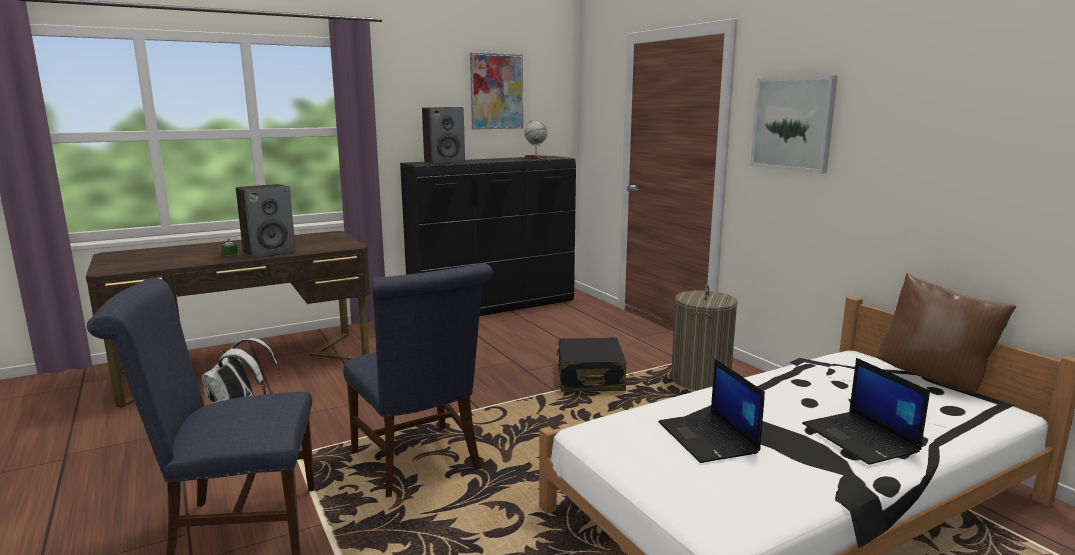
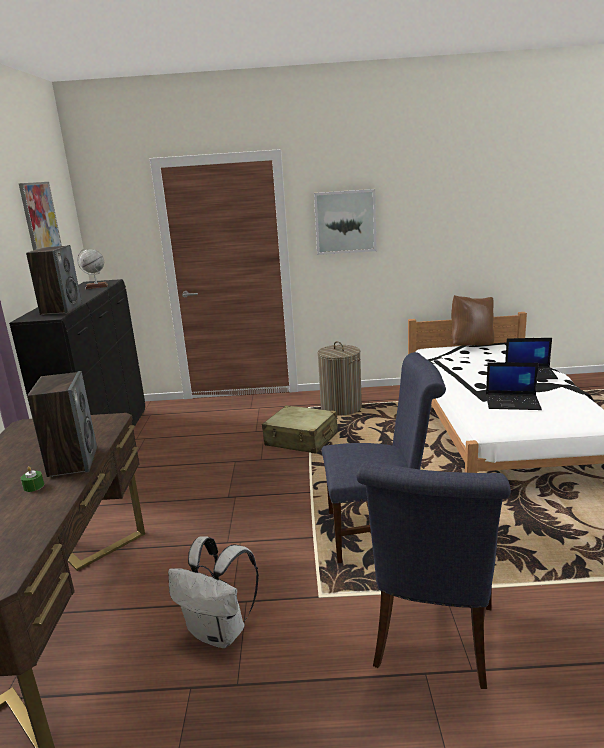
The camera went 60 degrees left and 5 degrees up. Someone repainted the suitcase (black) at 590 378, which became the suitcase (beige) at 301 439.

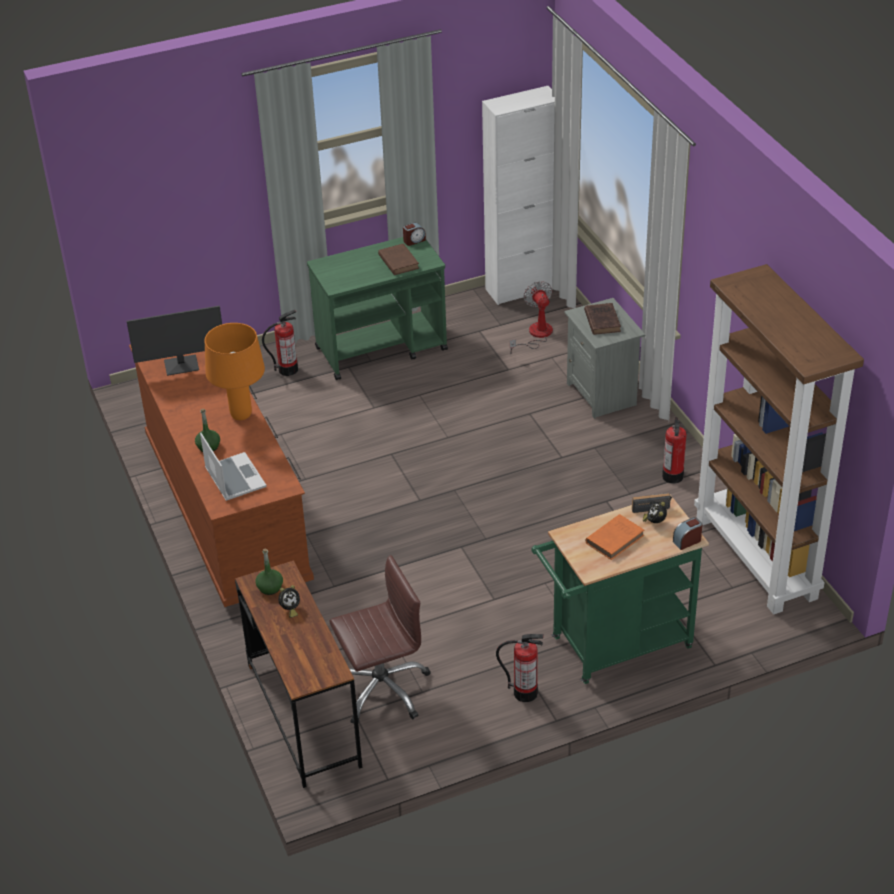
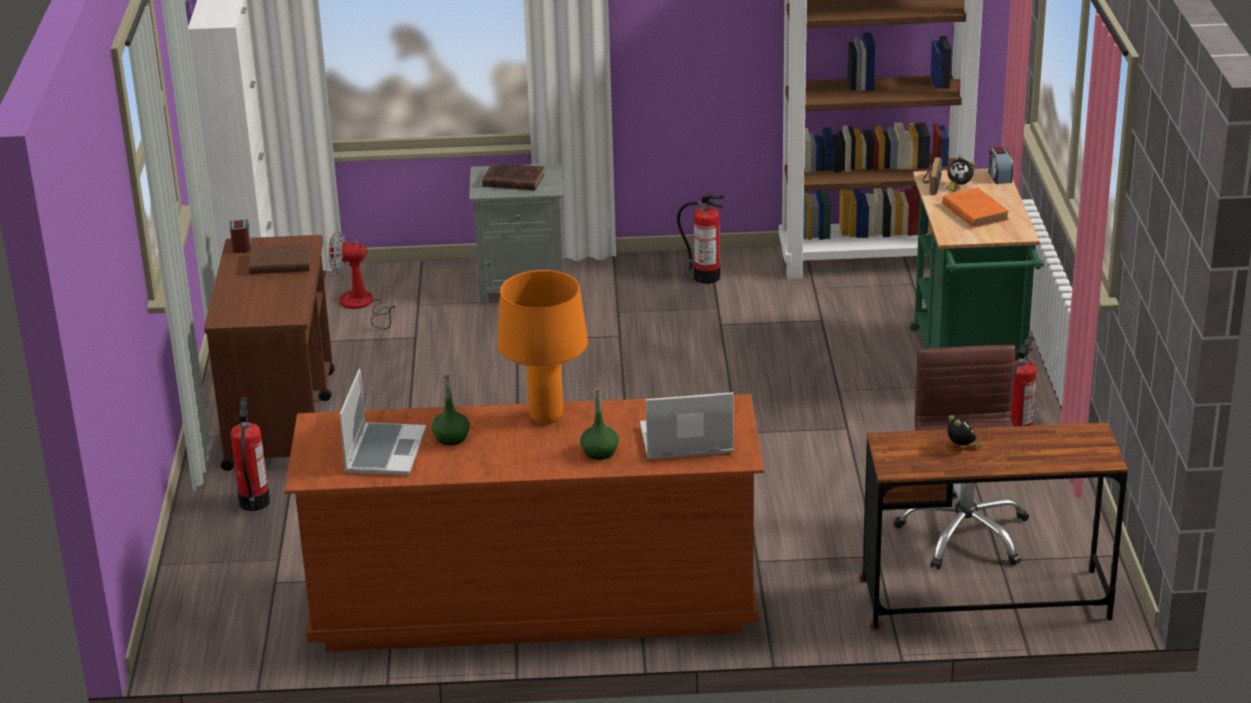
The camera went 70 degrees left and 10 degrees down. Someone repainted the cart (green) at 382 349, which became the cart (brown) at 281 418. Someone swapped the monitor at 181 366 for the laptop at 384 451. Someone carried the bottle (green) from 270 587 to 451 438.

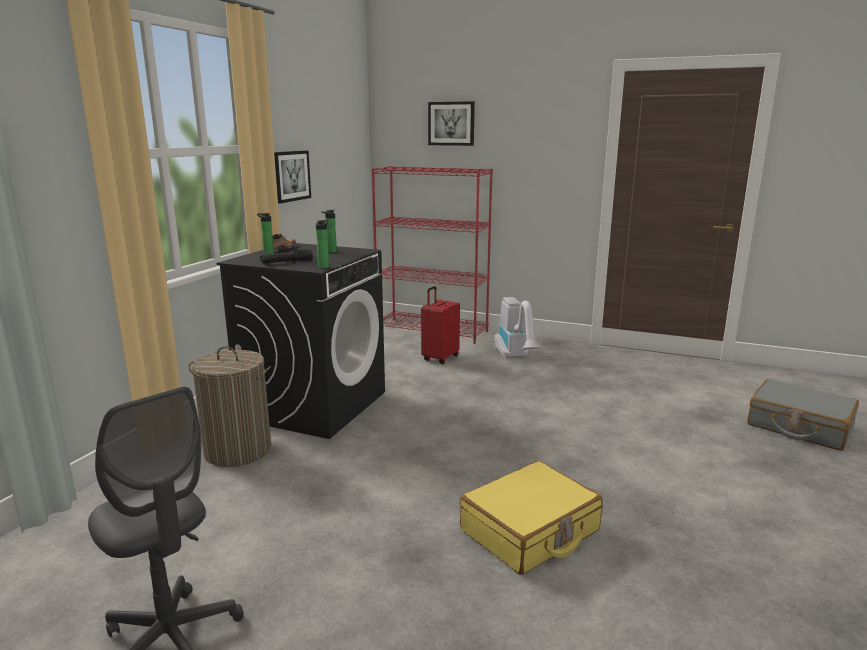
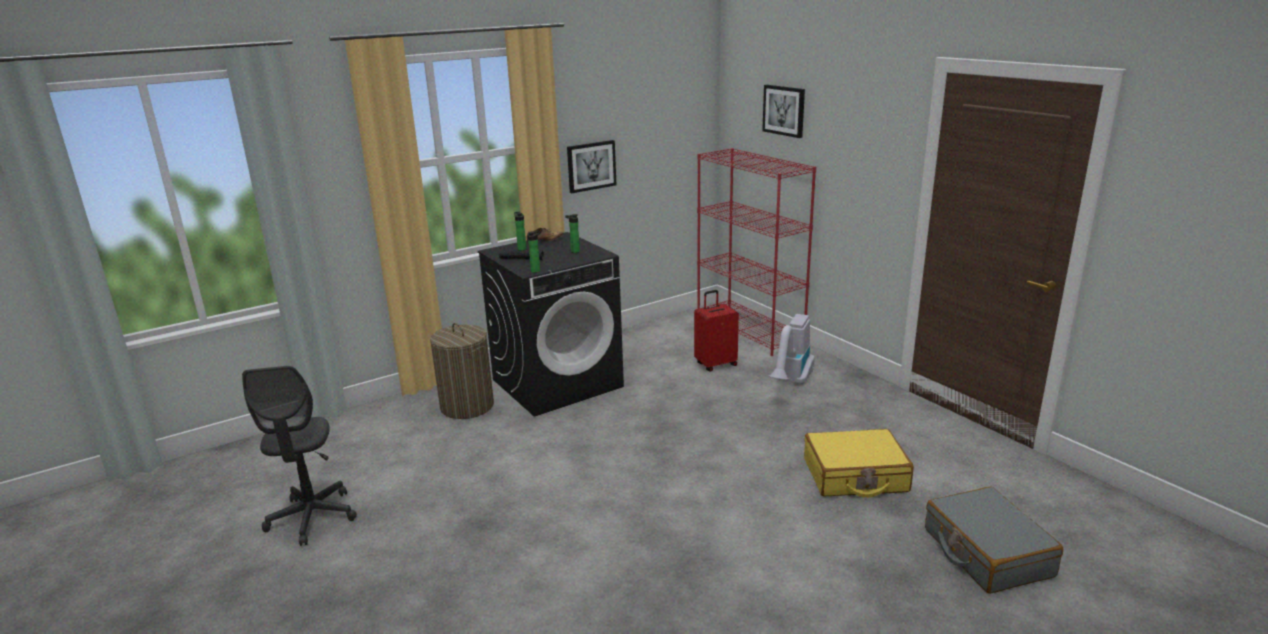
The camera went 35 degrees right and 5 degrees up. Someone carried the suitcase (yellow) from 530 531 to 855 476.

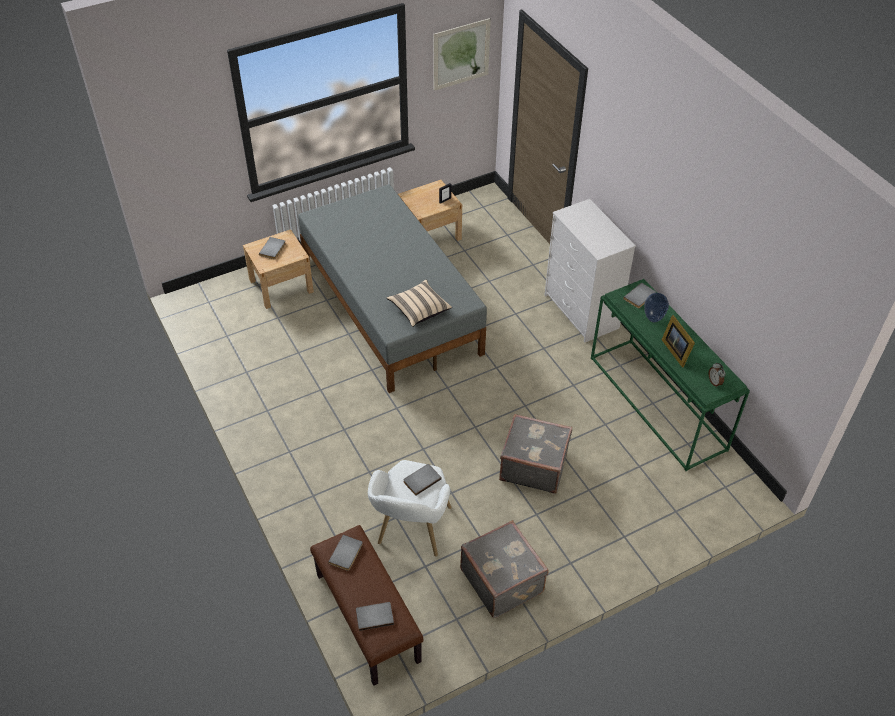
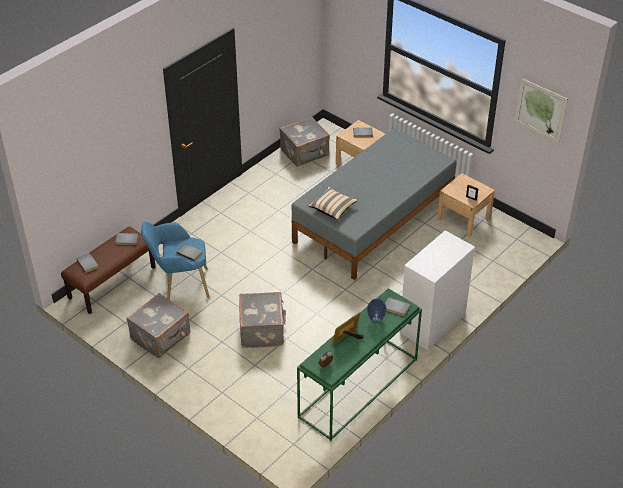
The camera went 70 degrees right and 5 degrees down. Someone repainted the armchair (white) at 412 534, which became the armchair (blue) at 179 285. Someone put down the suitcase (grey) at 305 153.

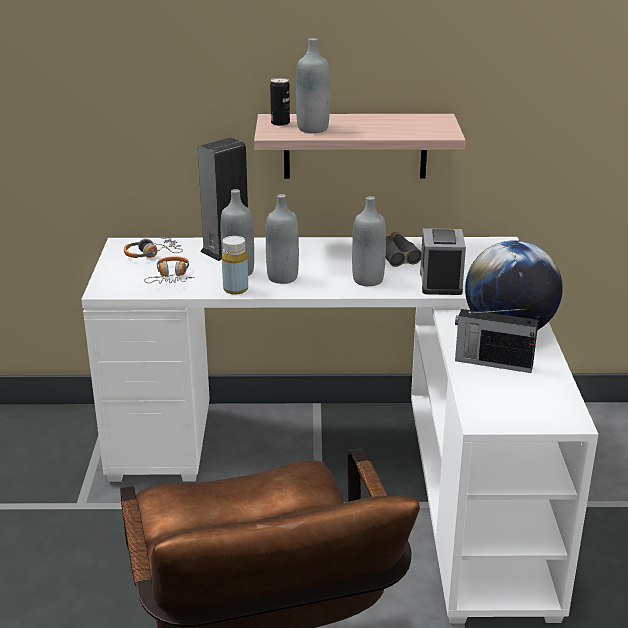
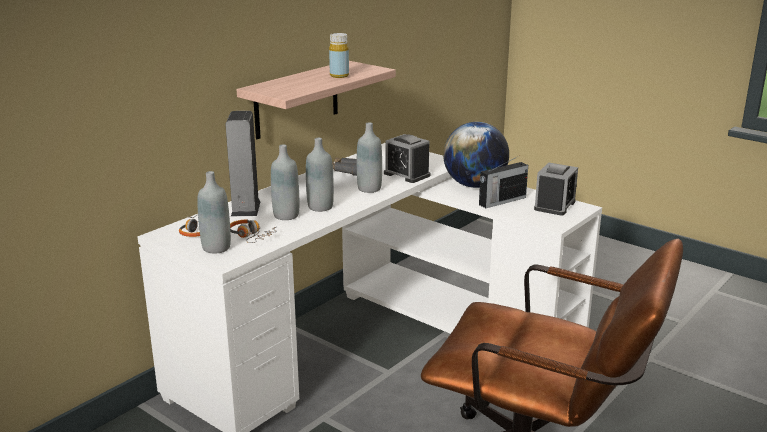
The camera went 50 degrees left and 5 degrees down. Someone carried the bottle (grey) from 312 129 to 216 248. Someone took away the can at 280 123. Someone carried the bottle (yellow) from 235 289 to 339 76. Someone put down the alarm clock at 554 205.

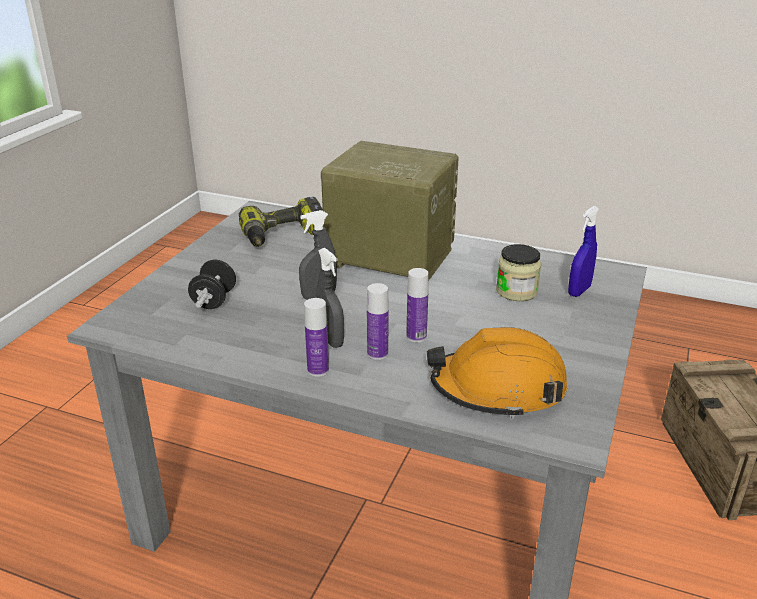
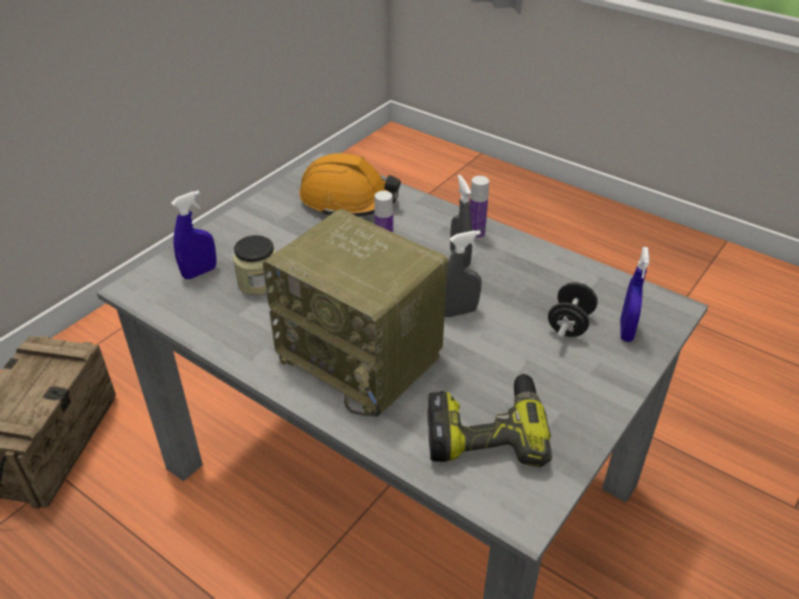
The camera went 165 degrees left and 10 degrees up. Someone took away the bottle at 377 354. Someone put down the spray bottle (blue) at 626 331.

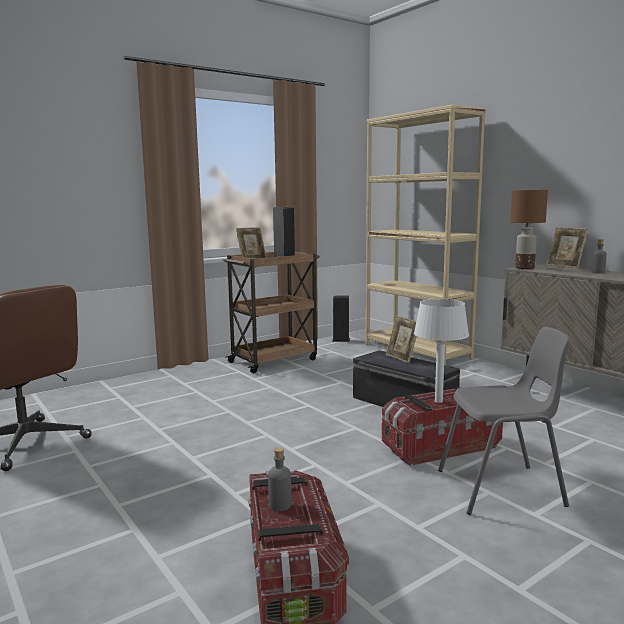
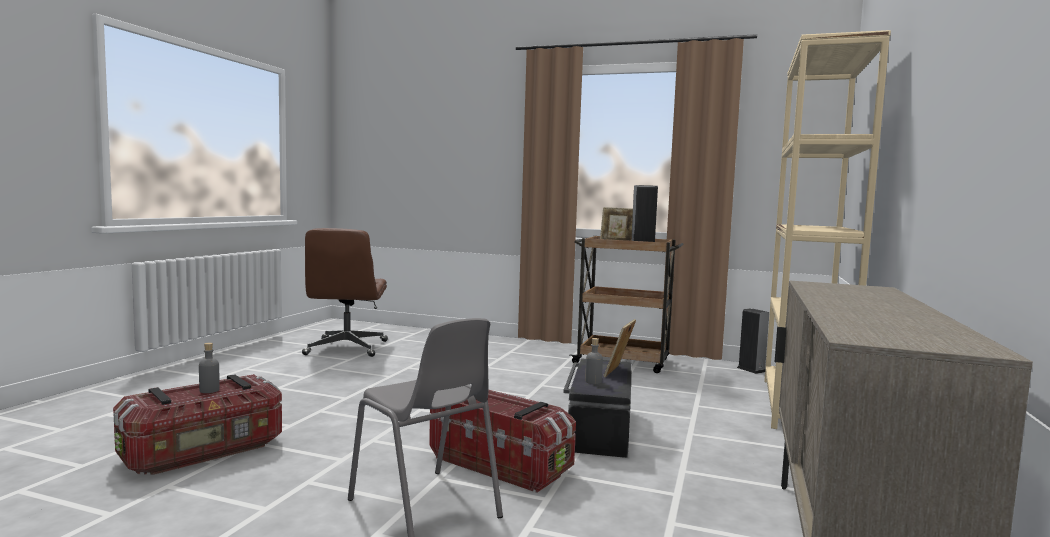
The camera went 55 degrees right and 5 degrees down. Someone took away the table lamp (brown) at 524 268. Someone took away the picture frame at 565 266. Someone carried the bottle (grey) from 598 272 to 593 381. Someone took away the table lamp (white) at 438 401.

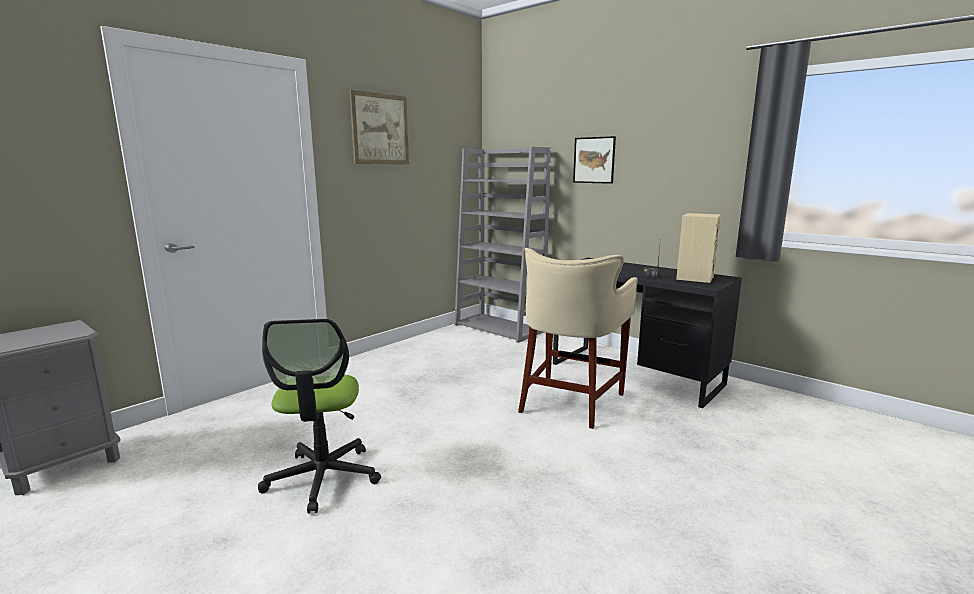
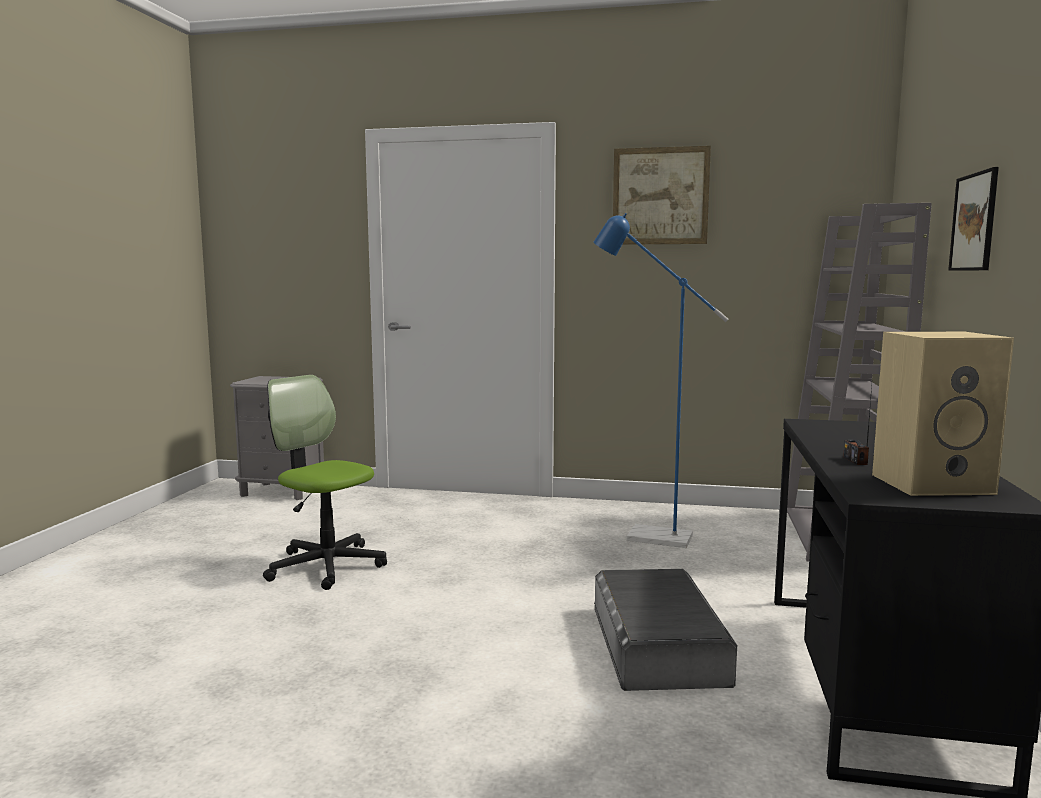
The camera went 60 degrees right and 5 degrees down. Someone swapped the stool (beige) at 571 401 for the storage box (grey) at 657 644. Someone rotated the office chair at 323 478 by 75 degrees clockwise. Someone put down the floor lamp (blue) at 647 536.

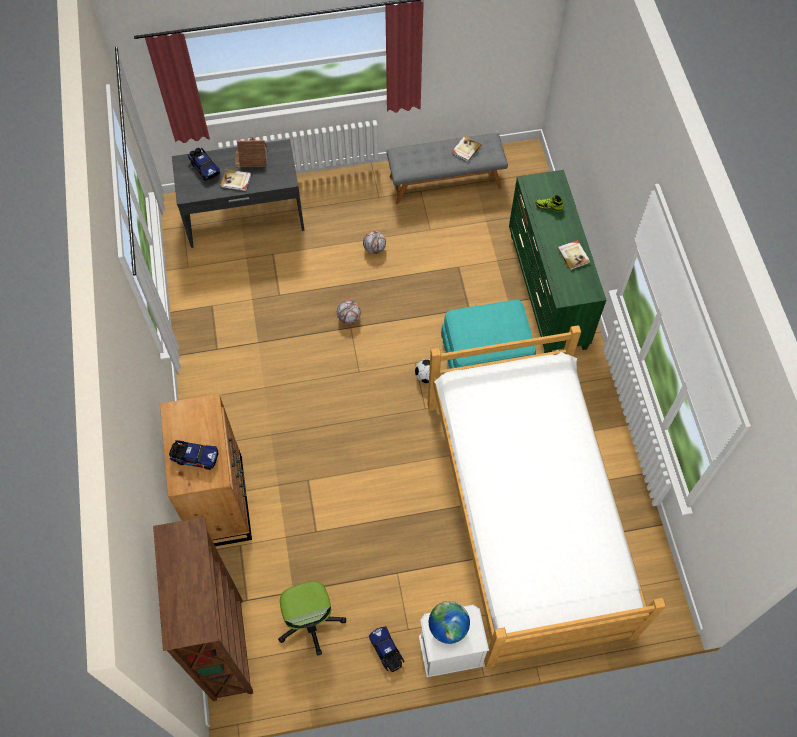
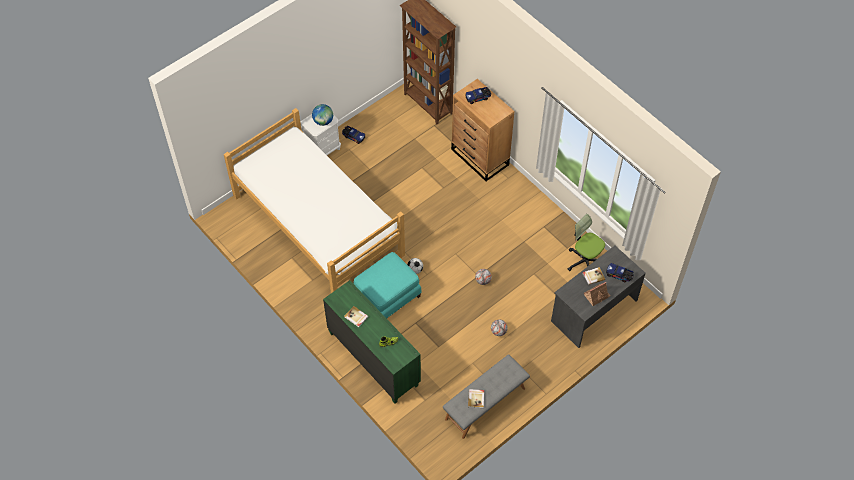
The camera went 150 degrees right and 5 degrees down. Someone carried the office chair from 310 622 to 584 261.

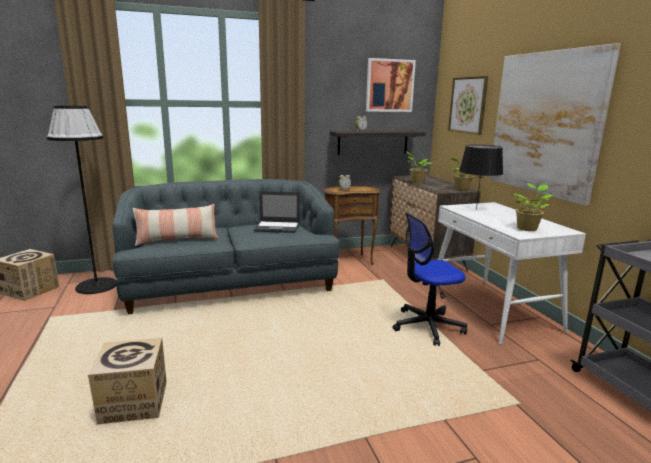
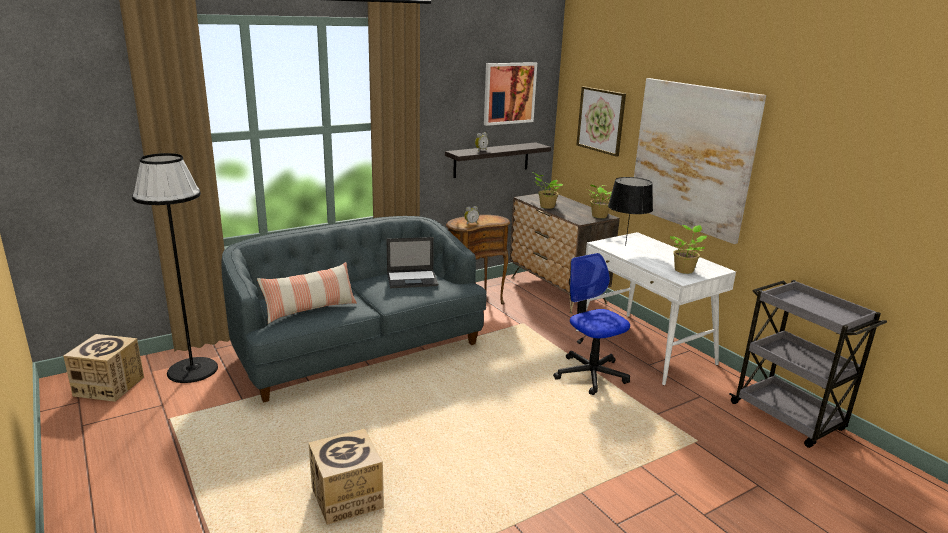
The camera went 15 degrees left and 5 degrees up. Someone rotated the office chair at 427 326 by 90 degrees clockwise.

